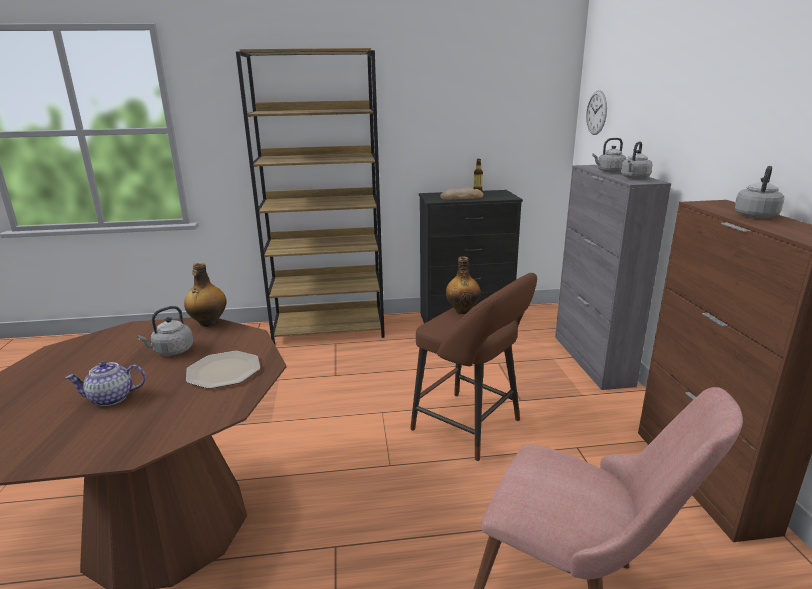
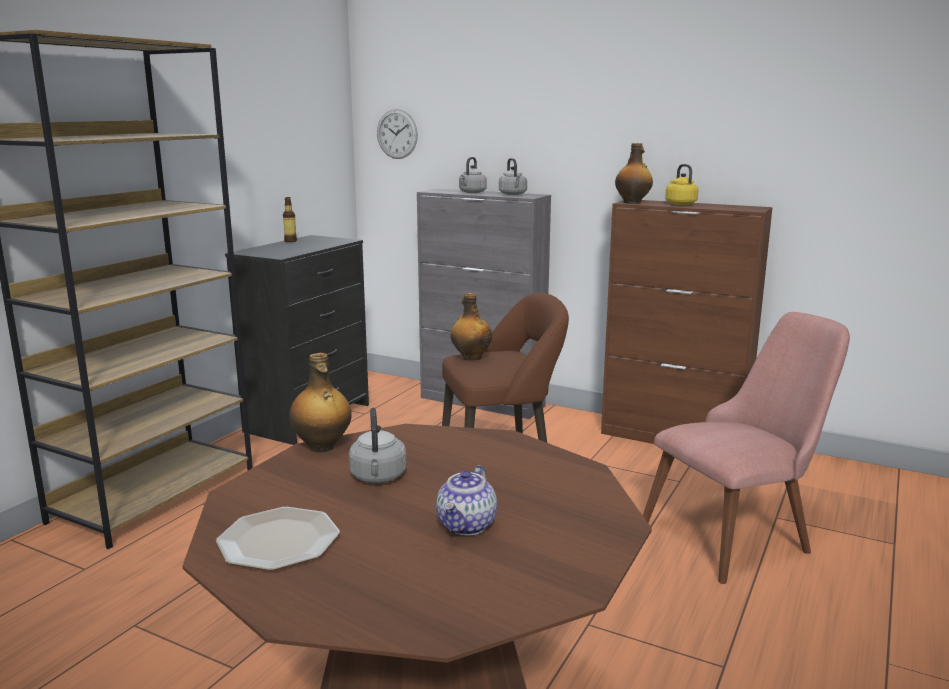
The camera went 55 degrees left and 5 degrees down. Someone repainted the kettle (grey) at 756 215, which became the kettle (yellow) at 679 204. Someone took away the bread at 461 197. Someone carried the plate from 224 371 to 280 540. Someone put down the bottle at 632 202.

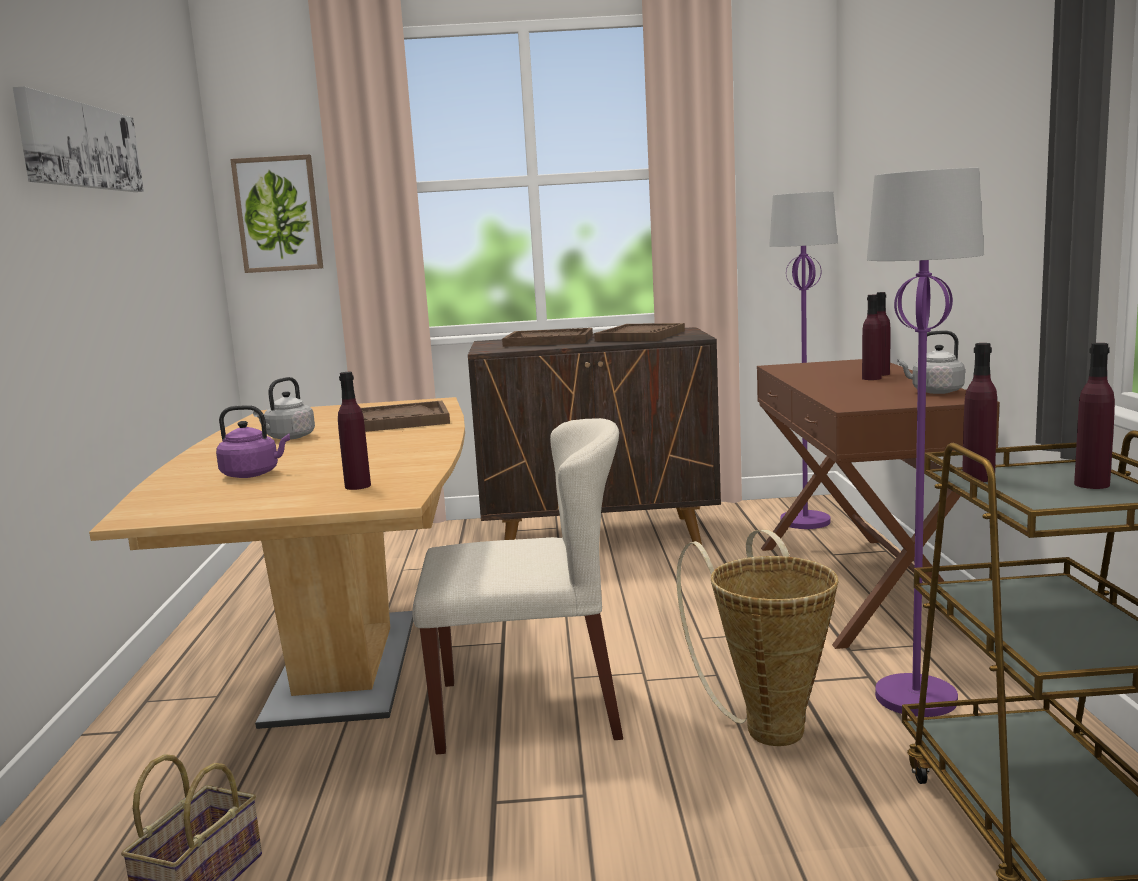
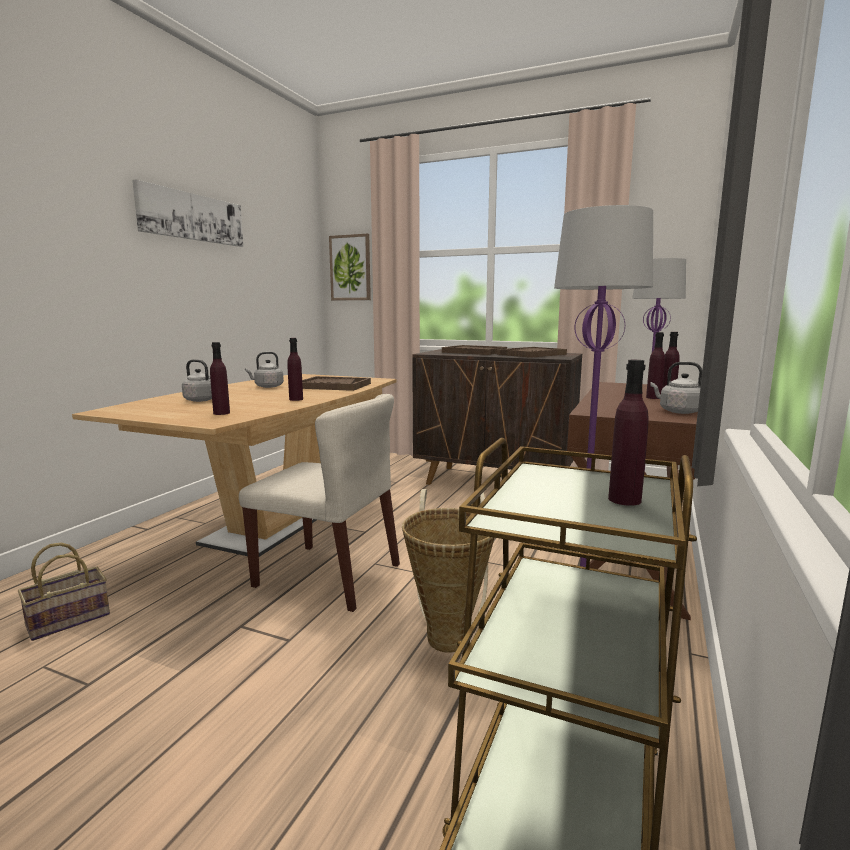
The camera went 25 degrees right and 0 degrees up. Someone carried the bottle (purple) from 978 478 to 296 399. Someone repainted the kettle (purple) at 253 474, which became the kettle (grey) at 202 400.

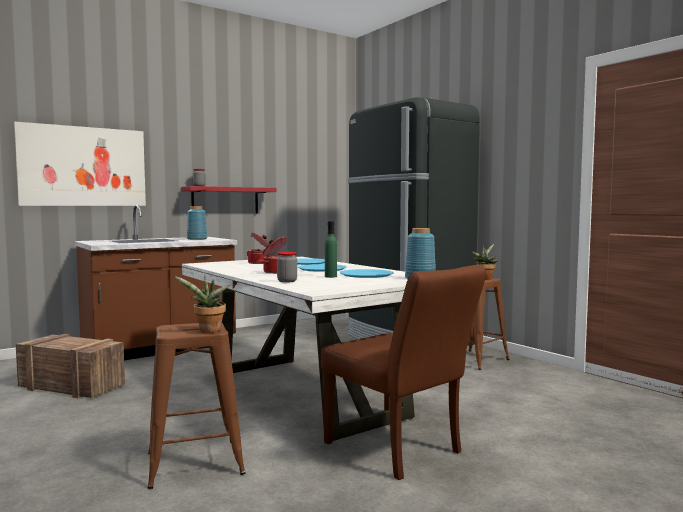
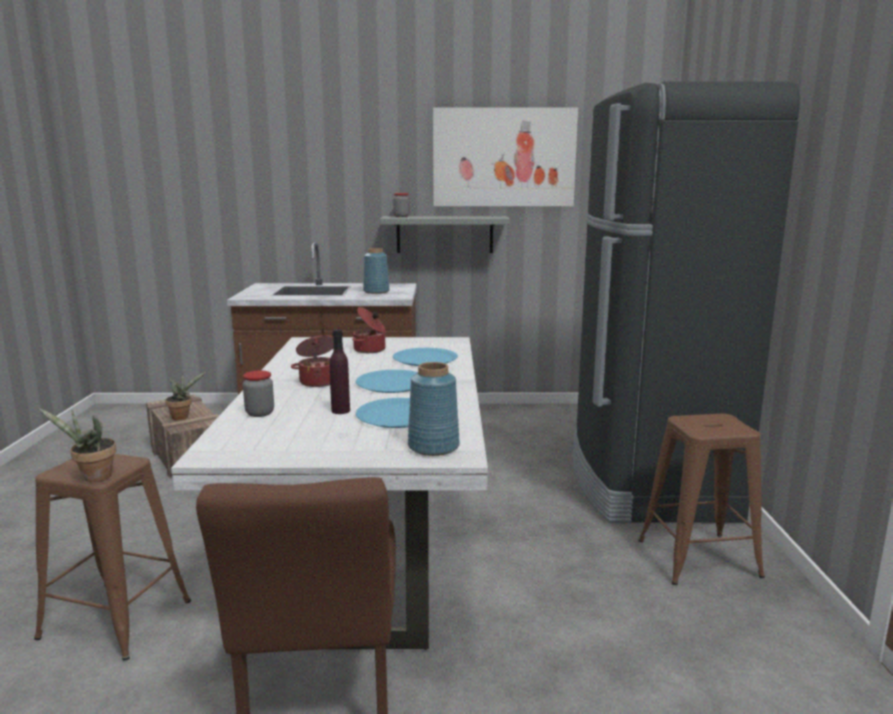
The camera went 35 degrees right and 10 degrees up. Someone carried the picture from 83 166 to 504 157. Someone repainted the shelf (red) at 225 200, which became the shelf (grey) at 444 234. Someone repainted the bottle (green) at 330 276, which became the bottle (purple) at 340 411. Someone carried the potted plant from 485 278 to 182 417.

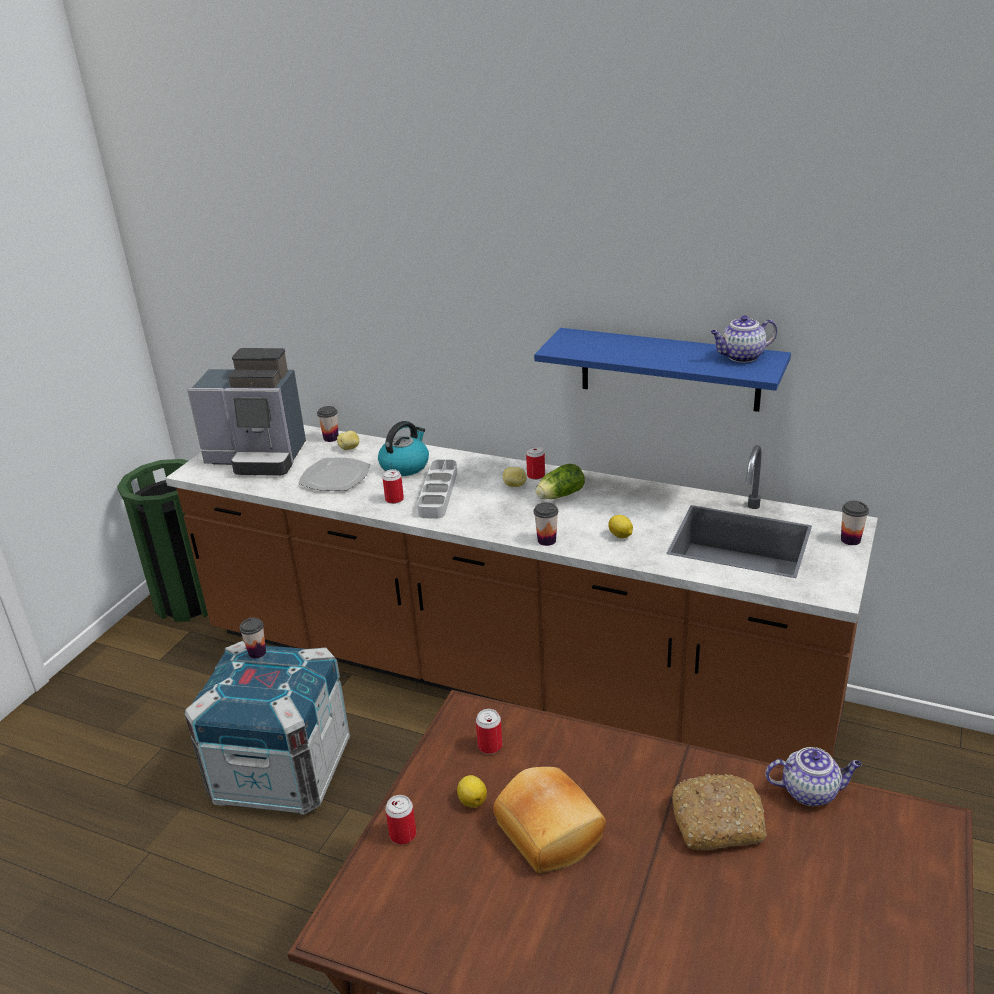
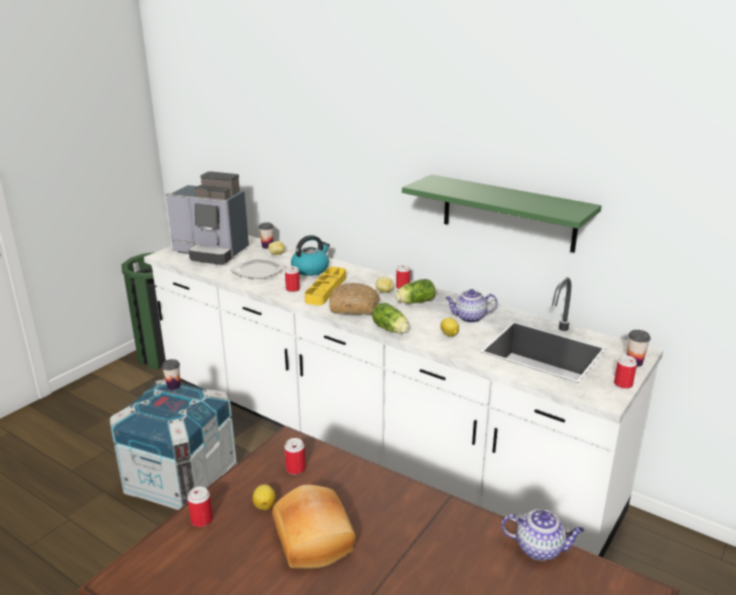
The camera went 10 degrees right and 5 degrees down. Someone carried the teapot from 741 357 to 469 318. Someone repainted the shelf (blue) at 669 369, which became the shelf (green) at 508 213. Someone repainted the counter (brown) at 507 676, which became the counter (white) at 368 442. Someone repainted the tray (grey) at 438 493, which became the tray (yellow) at 326 289. Someone swapped the cup at 546 540 for the lettuce at 391 330. Someone carried the bread from 718 821 to 354 307. Someone put down the can at 623 384.

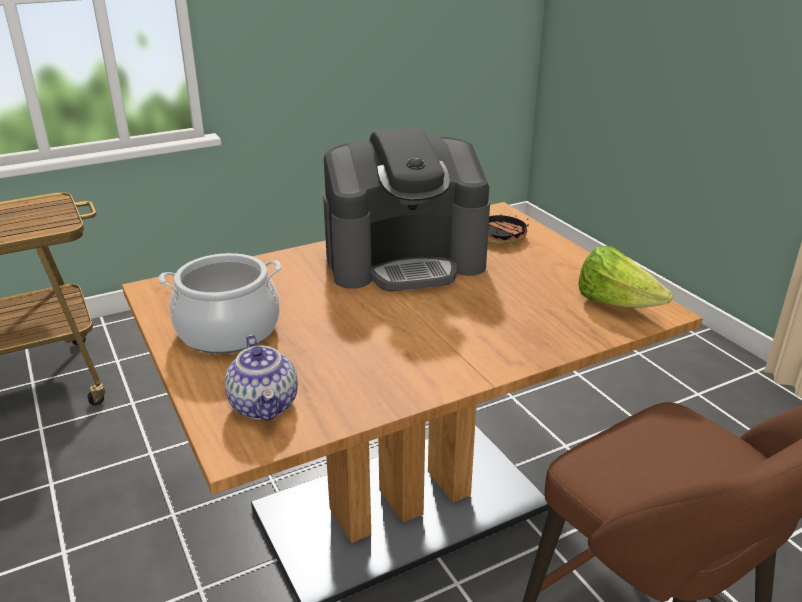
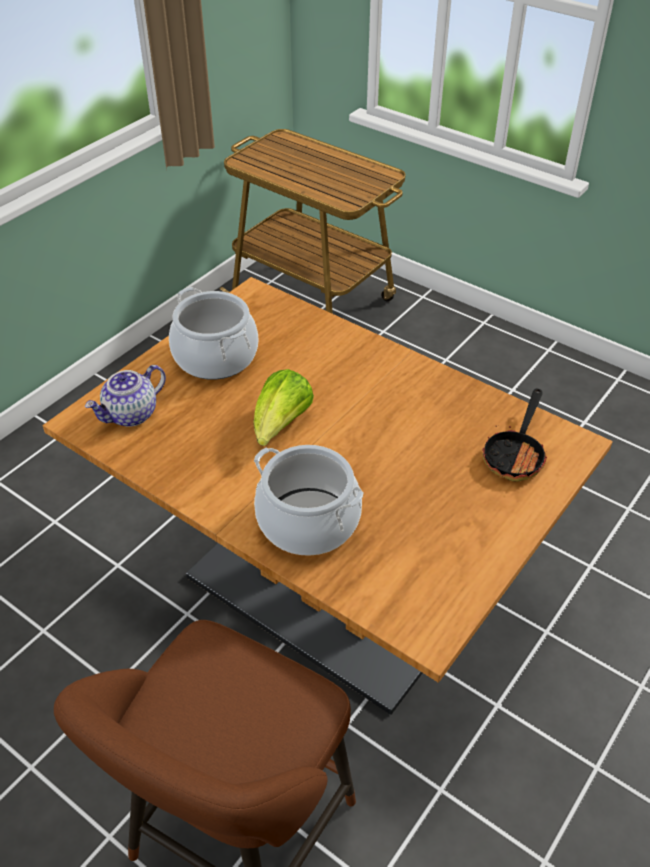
The camera went 65 degrees right and 15 degrees up. Someone took away the coffee machine at 405 260. Someone carried the lettuce from 615 304 to 281 426. Someone put down the cooking pot at 308 522.

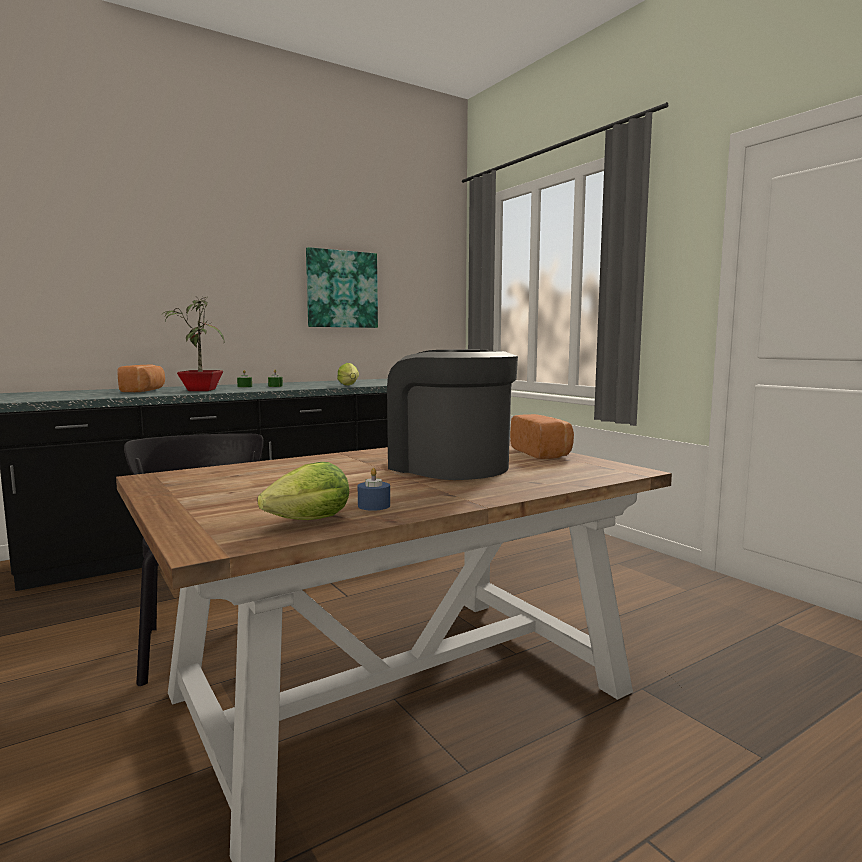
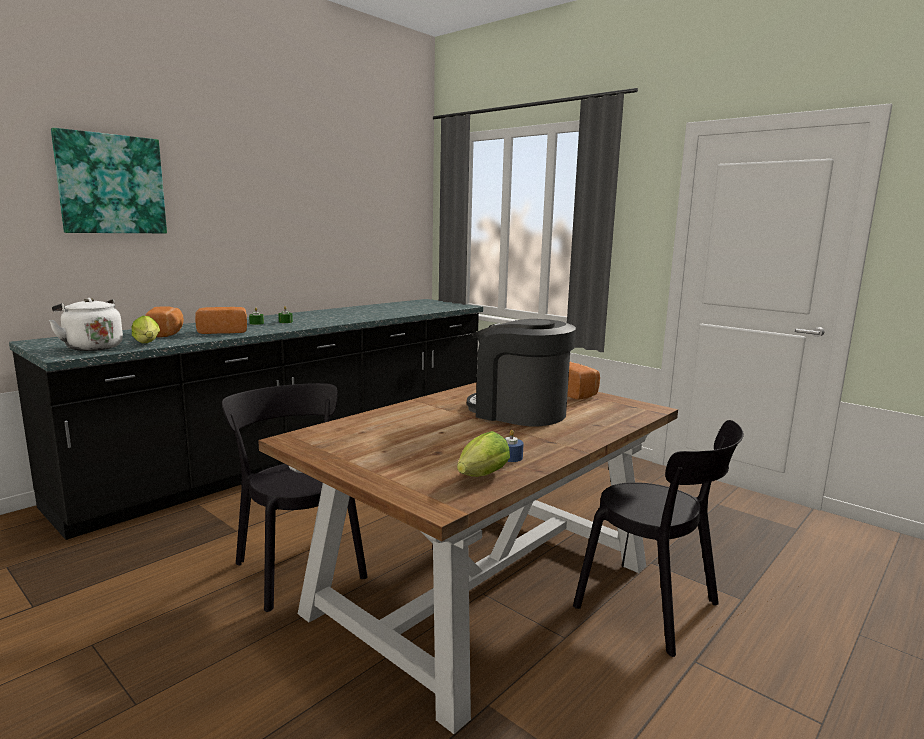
The camera went 15 degrees left and 5 degrees up. Someone carried the picture from 342 289 to 111 184. Someone swapped the potted plant at 199 390 for the bread at 223 331. Someone carried the lettuce from 349 386 to 148 344. Someone put down the kettle (white) at 92 347. Someone put down the chair (black) at 652 608.

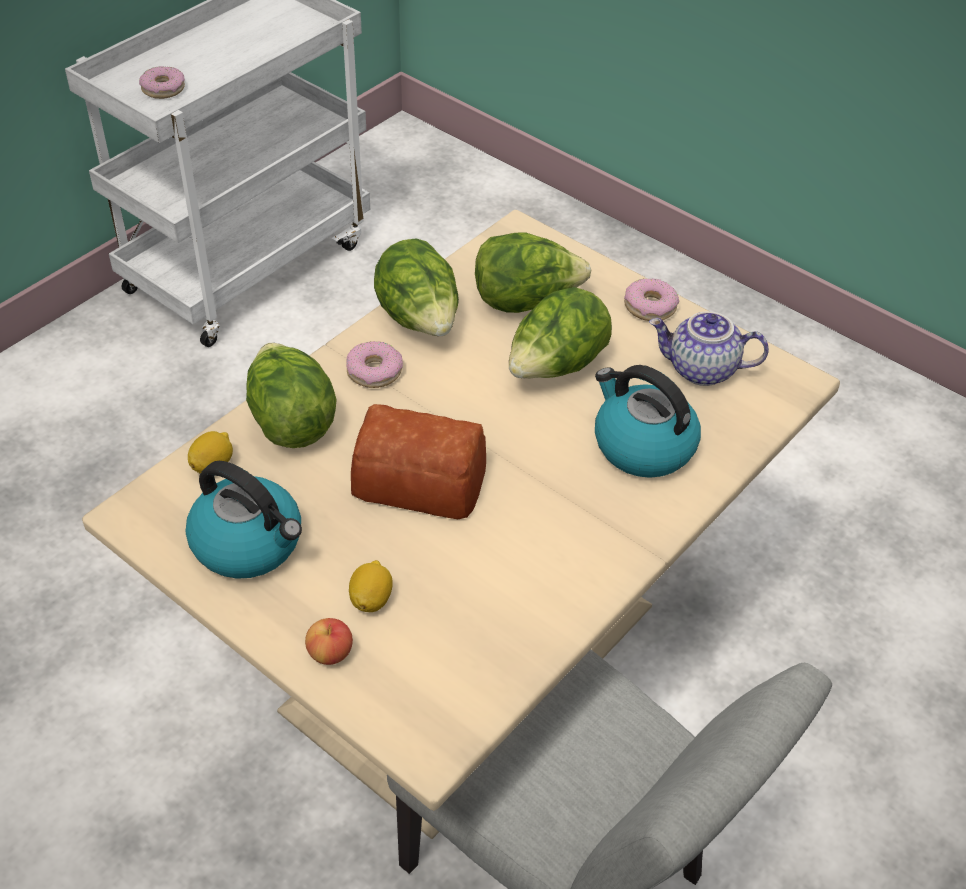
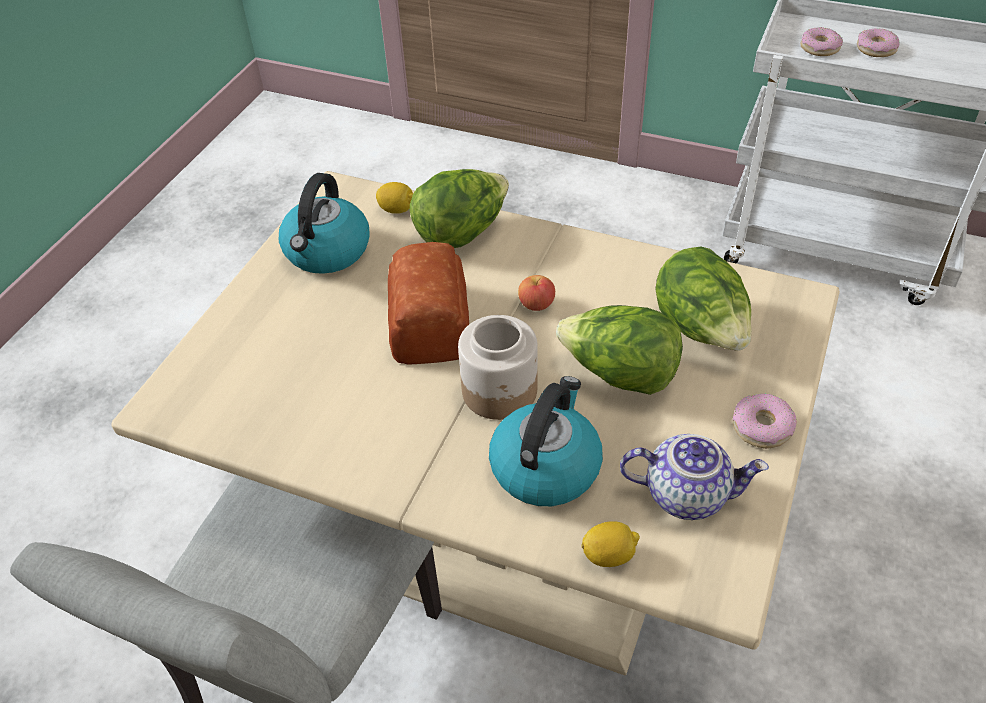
The camera went 75 degrees right and 0 degrees up. Someone took away the lettuce at 419 320. Someone rotated the teapot at 701 370 by 105 degrees clockwise. Someone carried the donut from 374 371 to 876 49. Someone carried the lemon from 371 599 to 609 555. Someone carried the apple from 330 653 to 536 304. Someone put down the jar at 500 391.

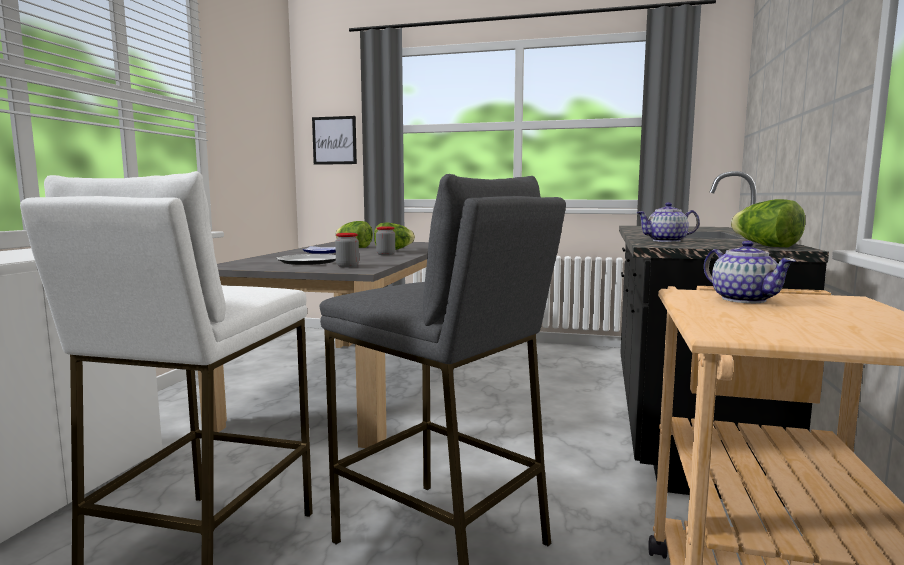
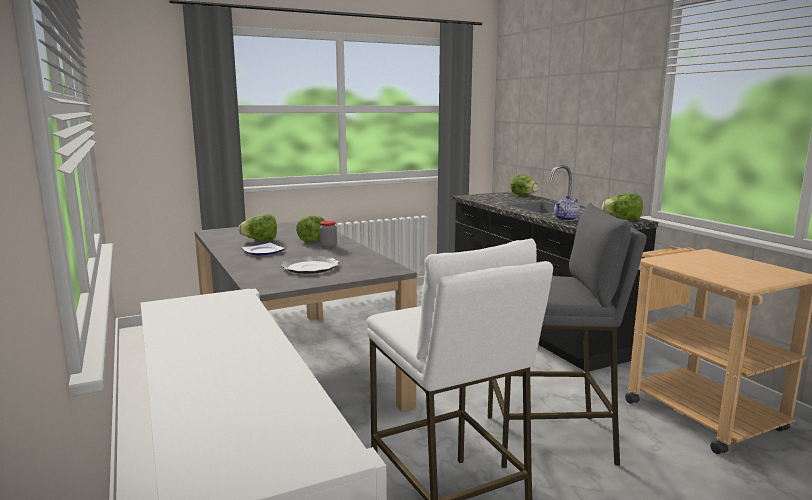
The camera went 40 degrees left and 5 degrees up. Someone took away the picture at 334 140. Someone took away the jar at 347 266. Someone took away the teapot at 743 299. Someone put down the lettuce at 524 196.

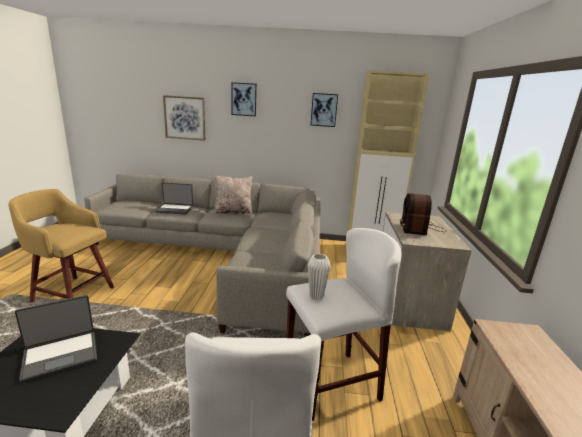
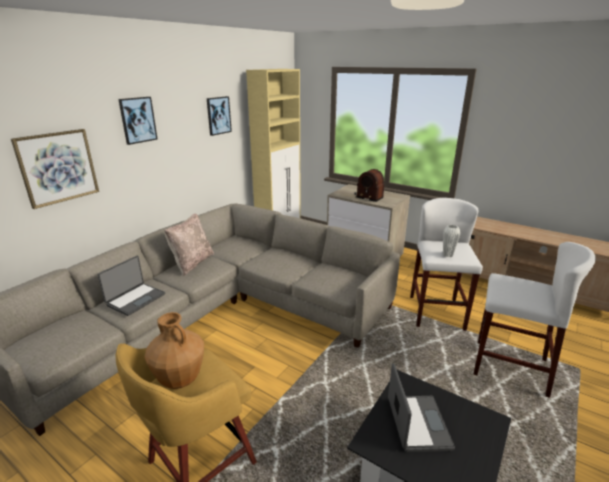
The camera went 60 degrees left and 5 degrees up. Someone put down the vase (brown) at 179 379.

